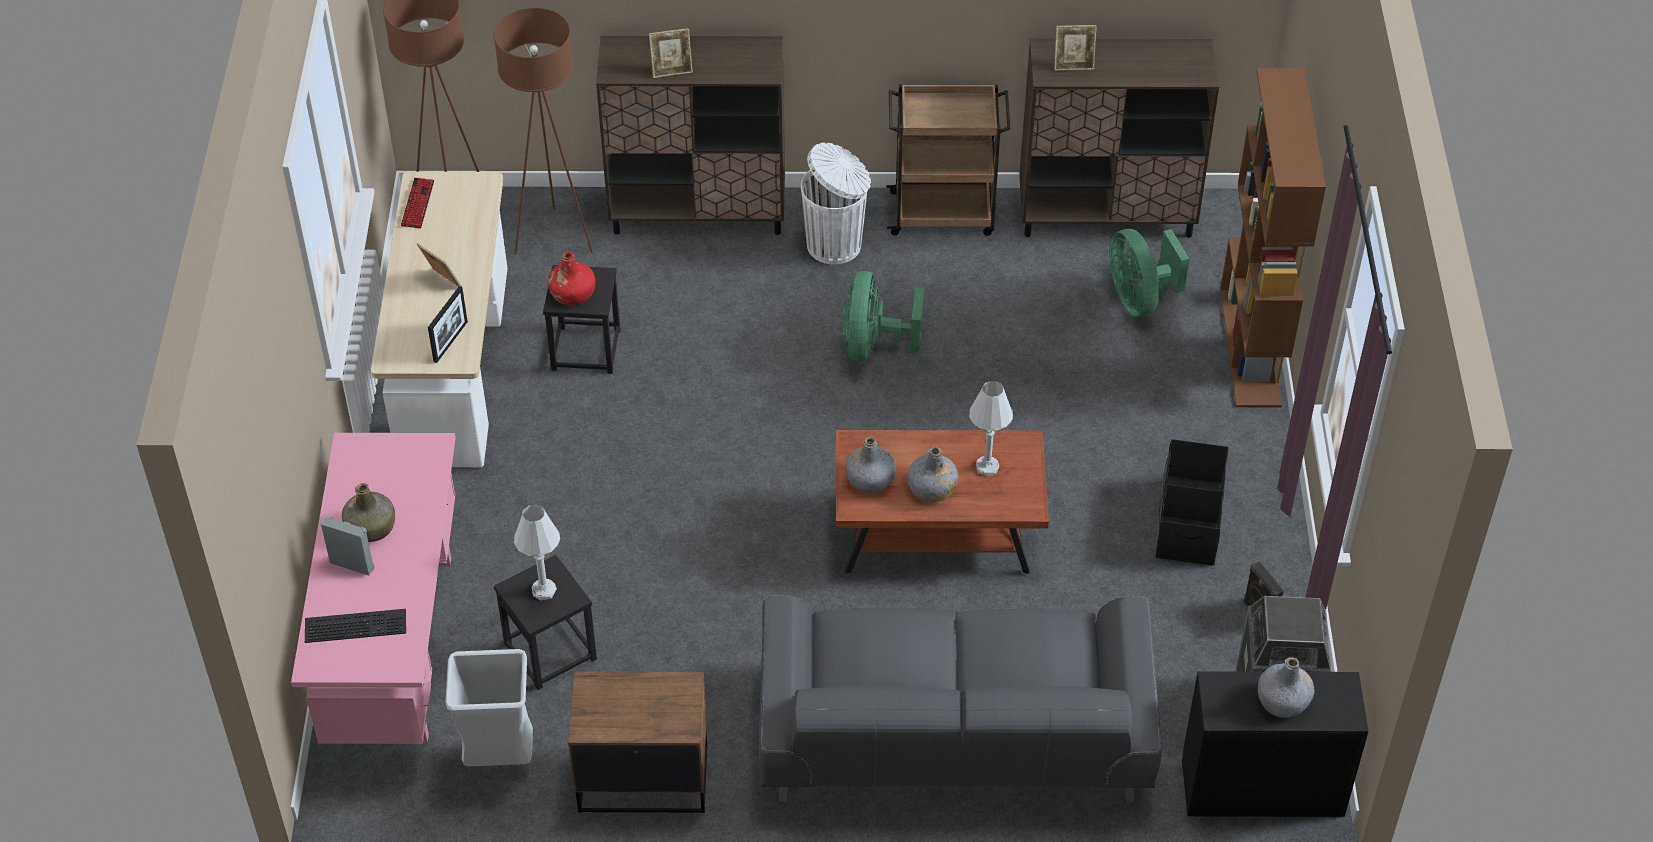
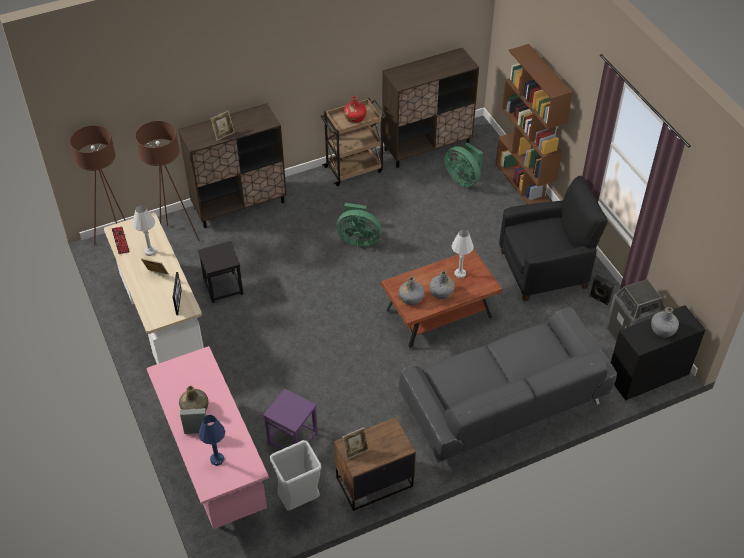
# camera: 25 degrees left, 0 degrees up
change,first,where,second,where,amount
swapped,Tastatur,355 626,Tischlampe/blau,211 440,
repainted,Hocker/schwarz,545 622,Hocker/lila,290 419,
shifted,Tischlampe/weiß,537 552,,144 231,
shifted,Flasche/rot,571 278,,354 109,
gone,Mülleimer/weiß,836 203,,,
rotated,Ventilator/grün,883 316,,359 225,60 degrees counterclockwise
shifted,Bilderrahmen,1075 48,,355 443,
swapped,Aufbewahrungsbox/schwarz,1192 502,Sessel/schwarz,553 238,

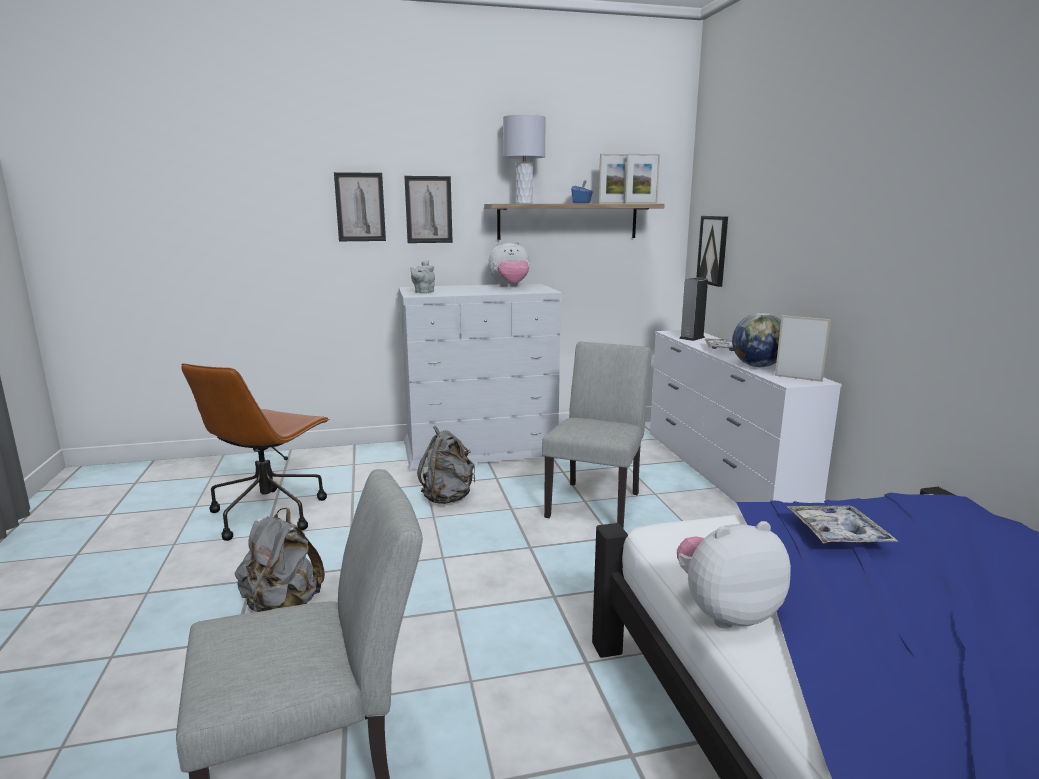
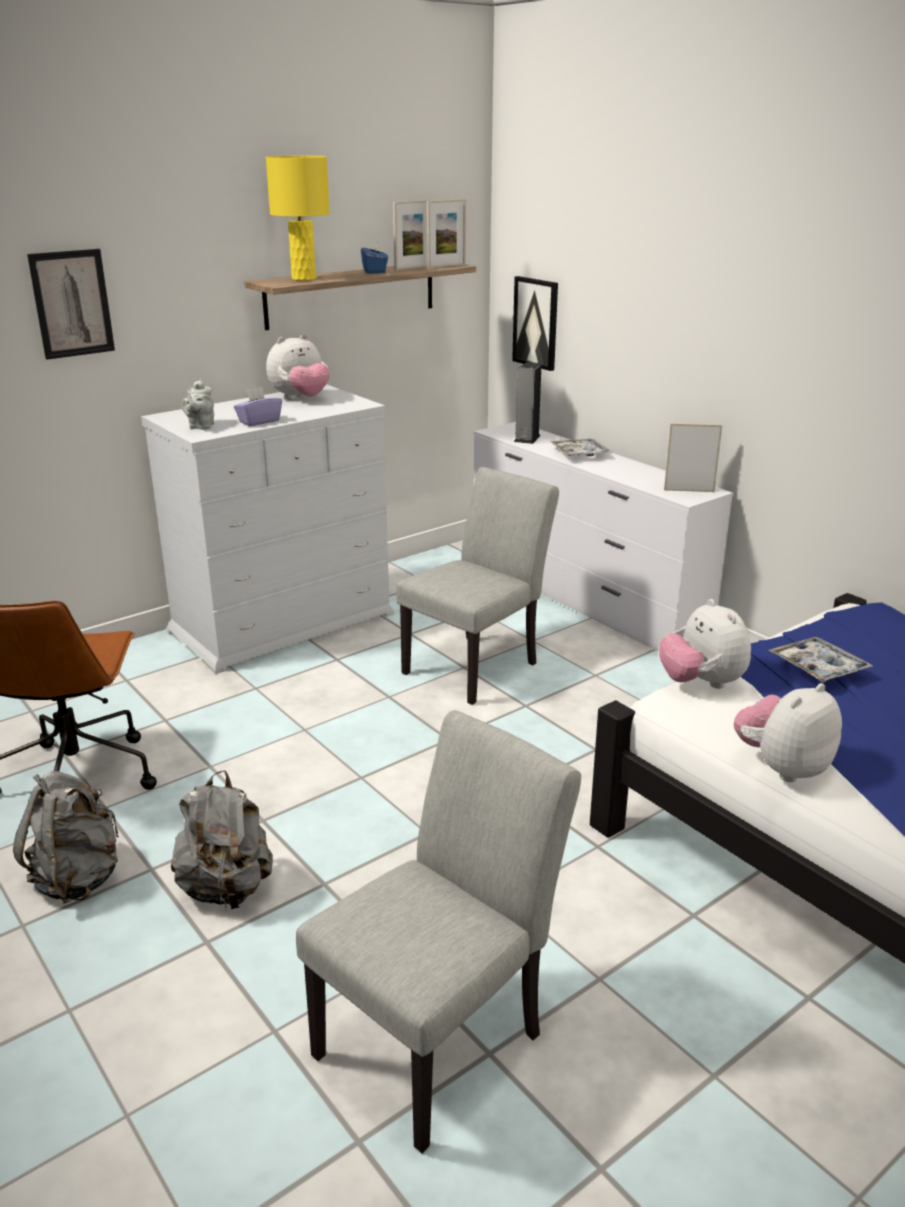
# camera: 25 degrees left, 10 degrees up
change,first,where,second,where,amount
gone,Bild,428 209,,,
shifted,Rucksack/grau,446 465,,66 837,
repainted,Tischlampe/grau,524 158,Tischlampe/gelb,298 218,
rotated,Stuhl/grau,597 435,,477 586,45 degrees clockwise
gone,Globus,756 340,,,
new,,,Taschentuchbox/lila,258 406,
new,,,Plüschtier,705 644,

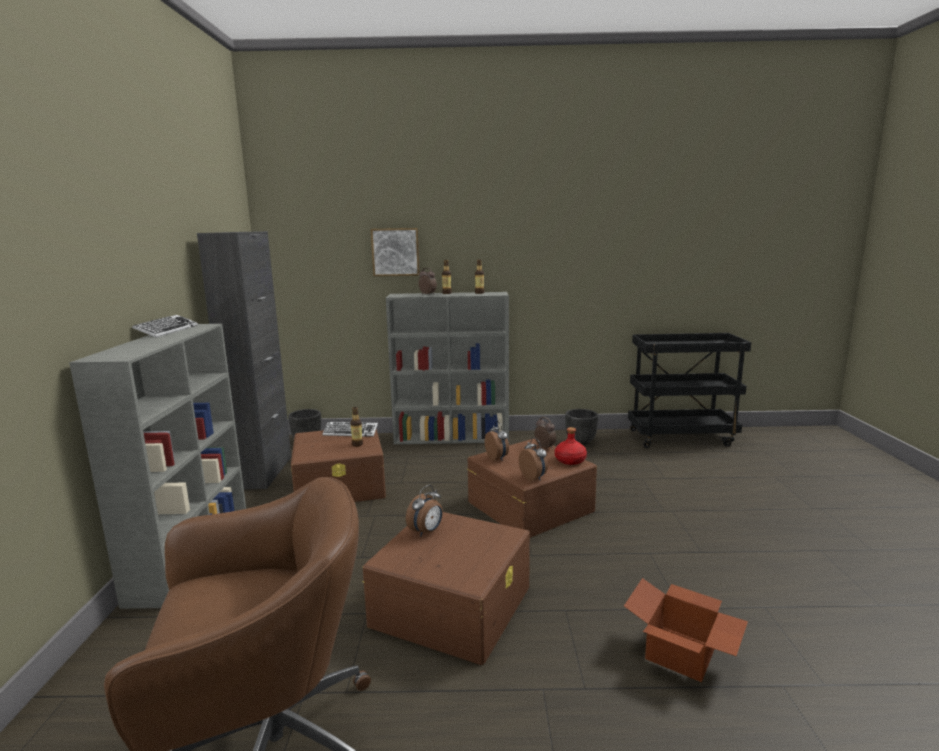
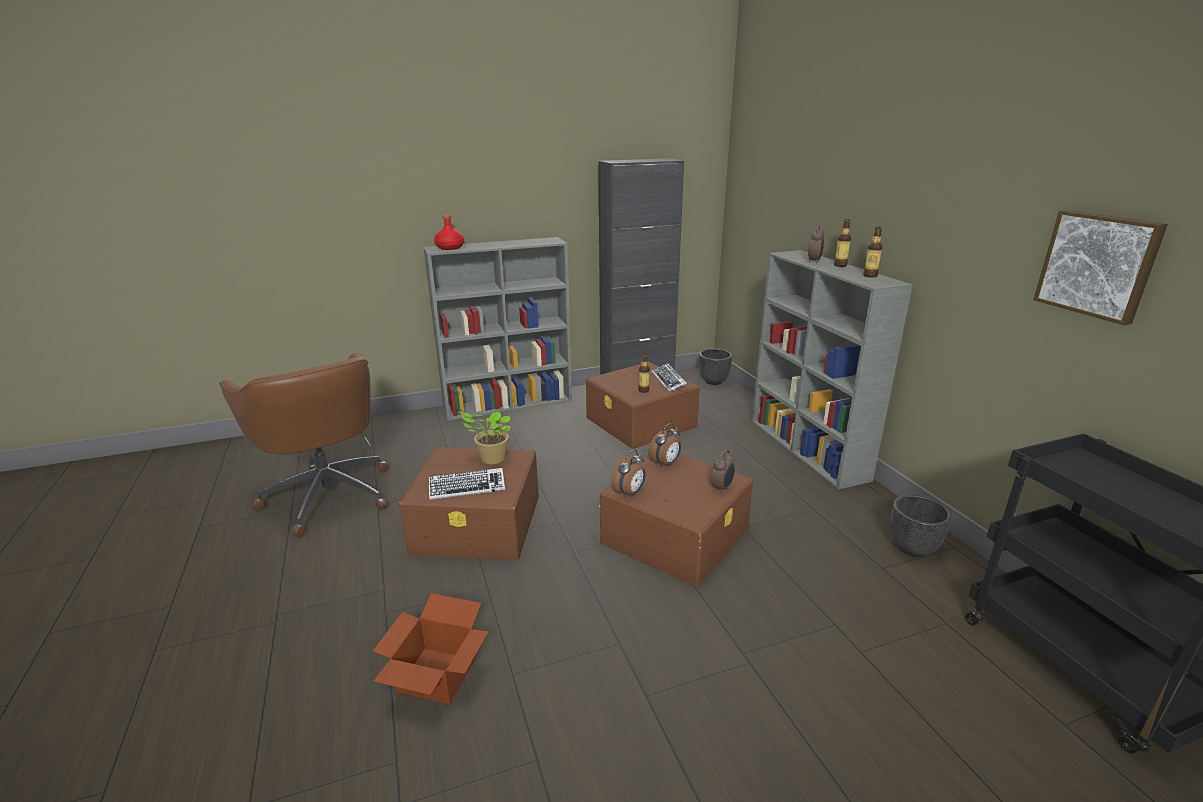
# camera: 70 degrees right, 10 degrees up
change,first,where,second,where,amount
shifted,Tastatur,165 326,,467 484,
shifted,Bild,395 252,,1100 267,
swapped,Wecker,424 511,Topfpflanze,484 437,
shifted,Flasche/rot,571 446,,449 232,

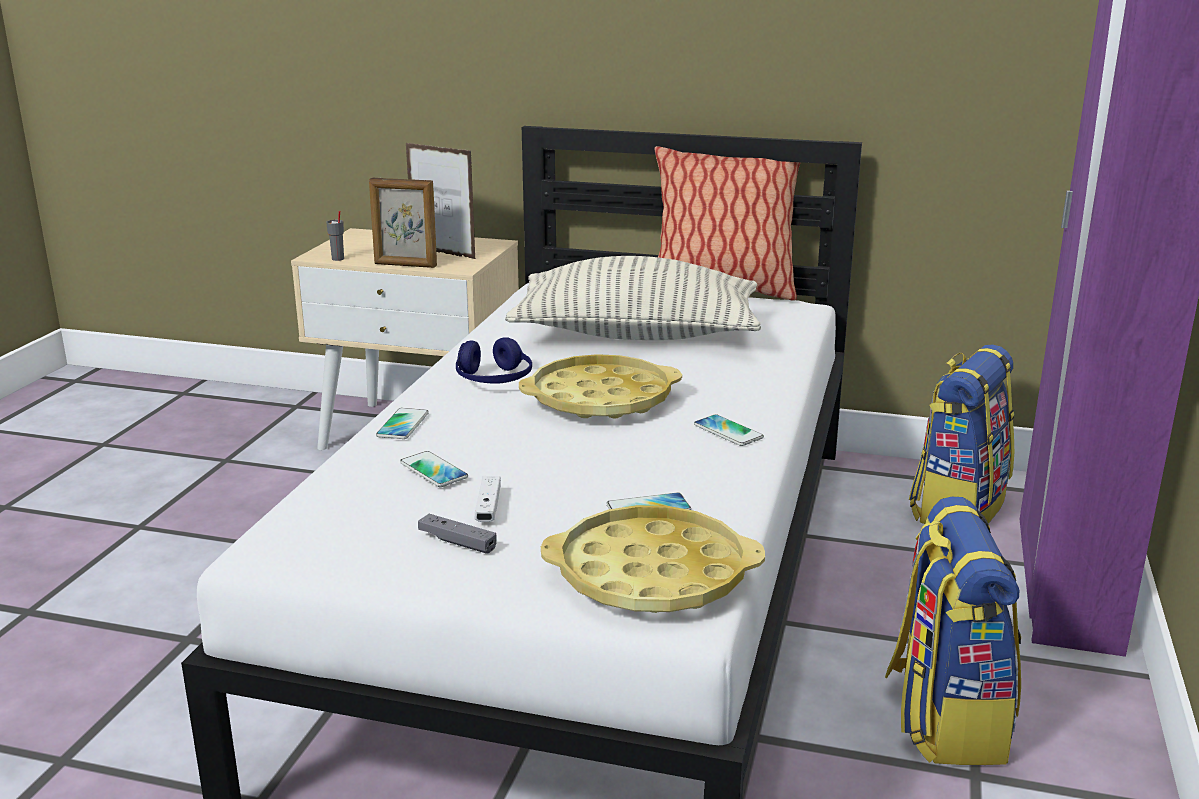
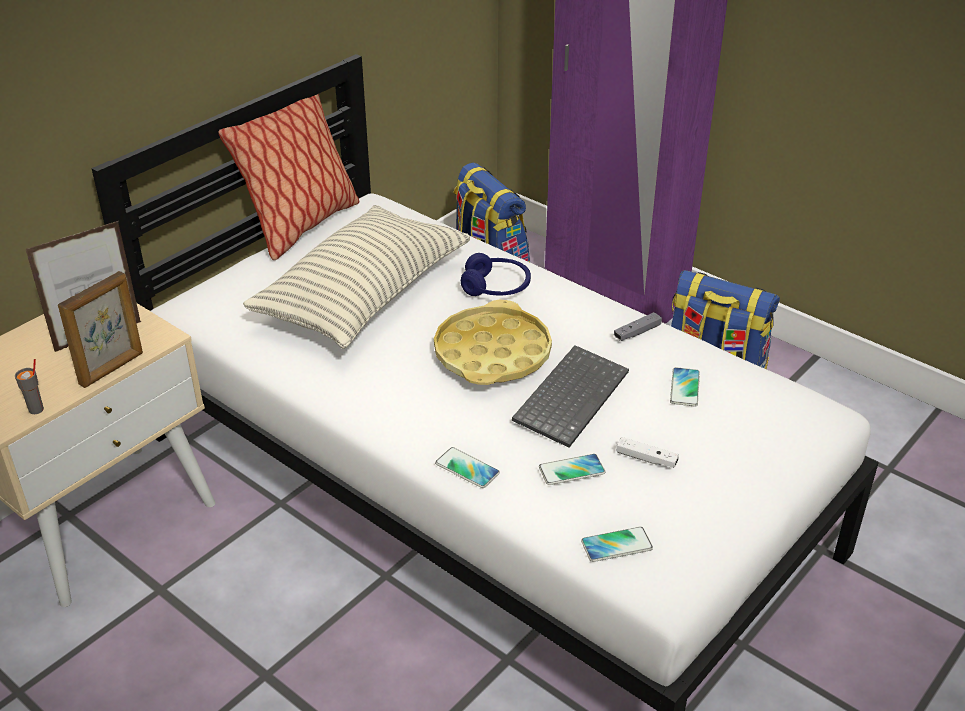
# camera: 65 degrees left, 15 degrees up
change,first,where,second,where,amount
shifted,Gamepad/grau,457 533,,638 326,
shifted,Kopfhörer/blau,494 360,,496 274,
gone,Tablett/gelb,653 559,,,
shifted,Handy,729 430,,617 544,
new,,,Tastatur,570 396,

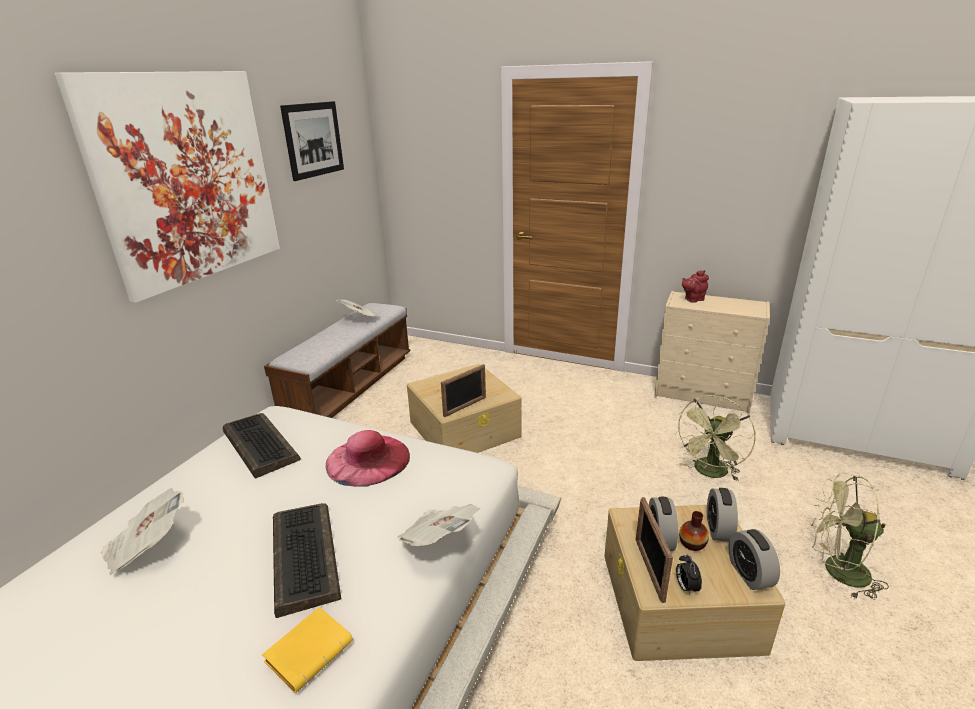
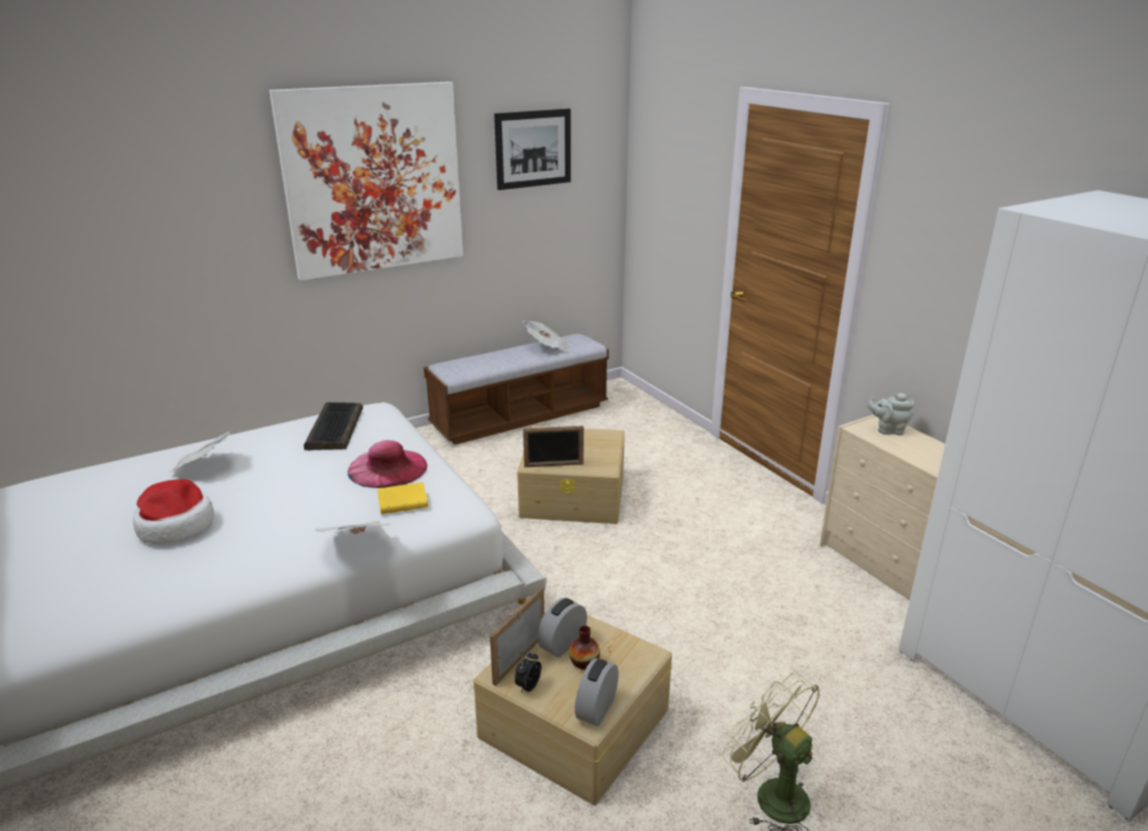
# camera: 35 degrees right, 0 degrees up
change,first,where,second,where,amount
shifted,Buch/gelb,307 650,,402 498,
gone,Tastatur,307 560,,,
gone,Ventilator/grün,715 438,,,
repainted,Teekanne/rot,695 286,Teekanne/grau,890 414,
gone,Wecker,722 515,,,
new,,,Hut,173 511,

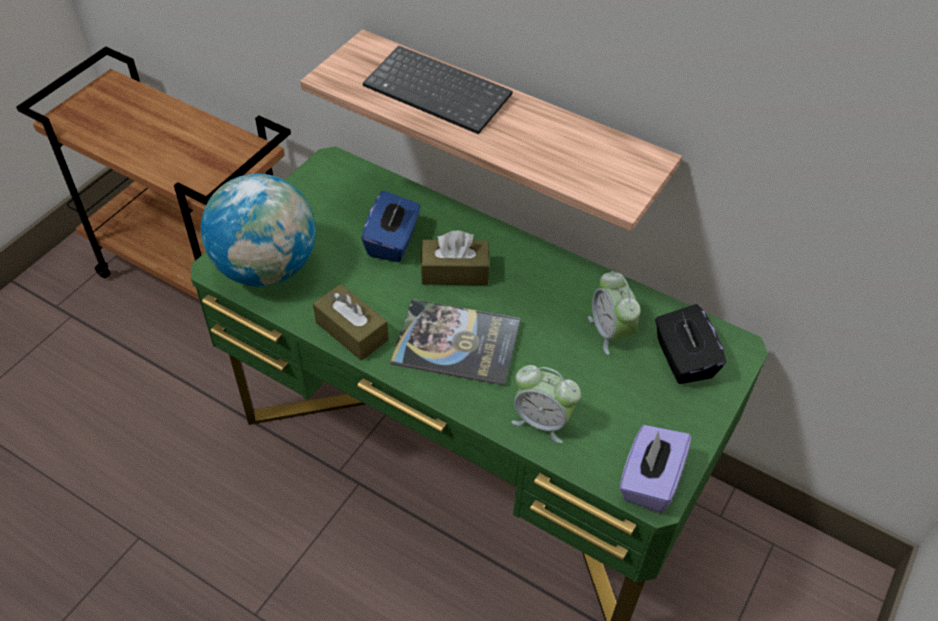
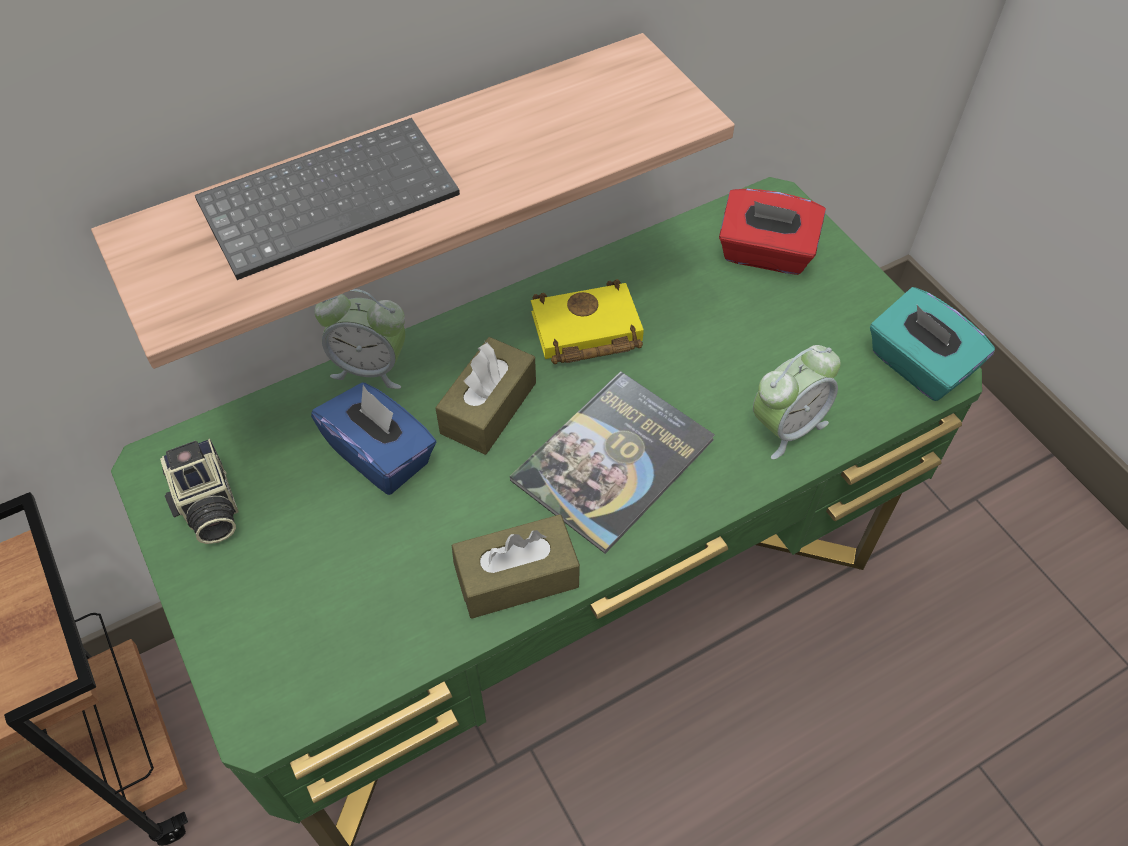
# camera: 60 degrees left, 5 degrees up
change,first,where,second,where,amount
gone,Globus,258 230,,,
shifted,Wecker,614 313,,359 339,
repainted,Taschentuchbox/lila,655 469,Taschentuchbox/türkis,932 344,
repainted,Taschentuchbox/schwarz,690 344,Taschentuchbox/rot,772 232,
new,,,Kamera,199 491,
new,,,Buch/gelb,587 321,

